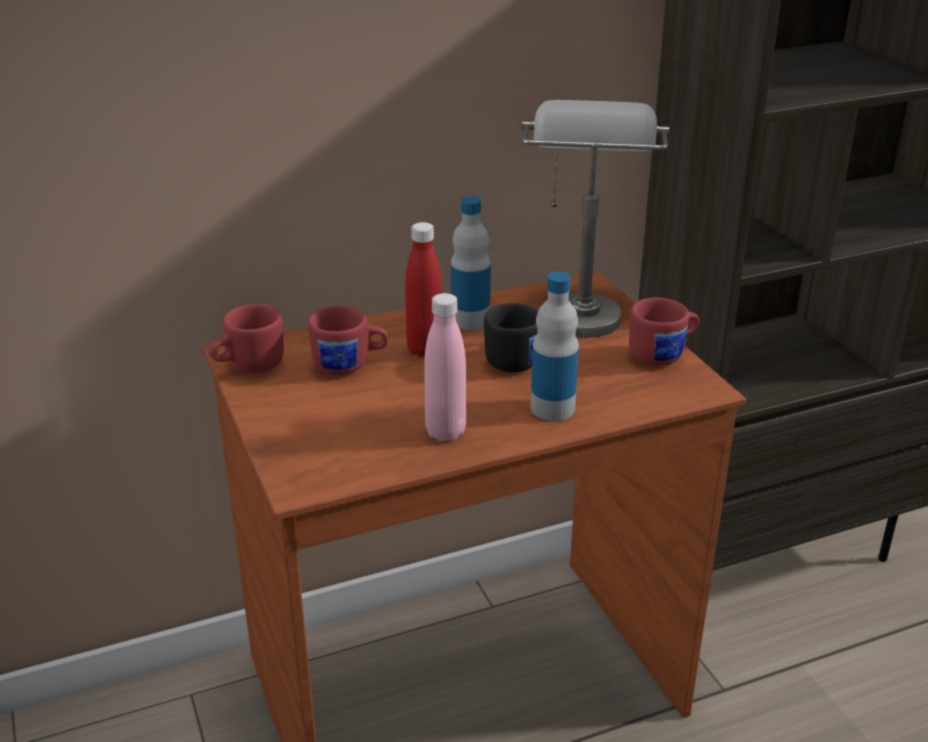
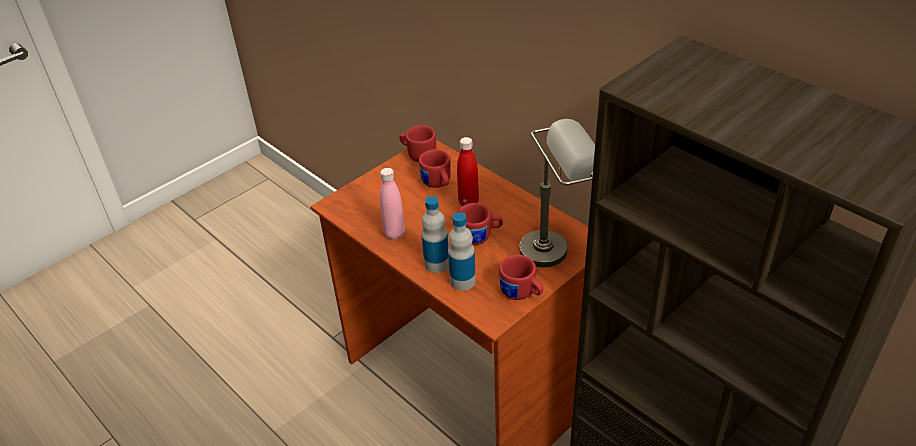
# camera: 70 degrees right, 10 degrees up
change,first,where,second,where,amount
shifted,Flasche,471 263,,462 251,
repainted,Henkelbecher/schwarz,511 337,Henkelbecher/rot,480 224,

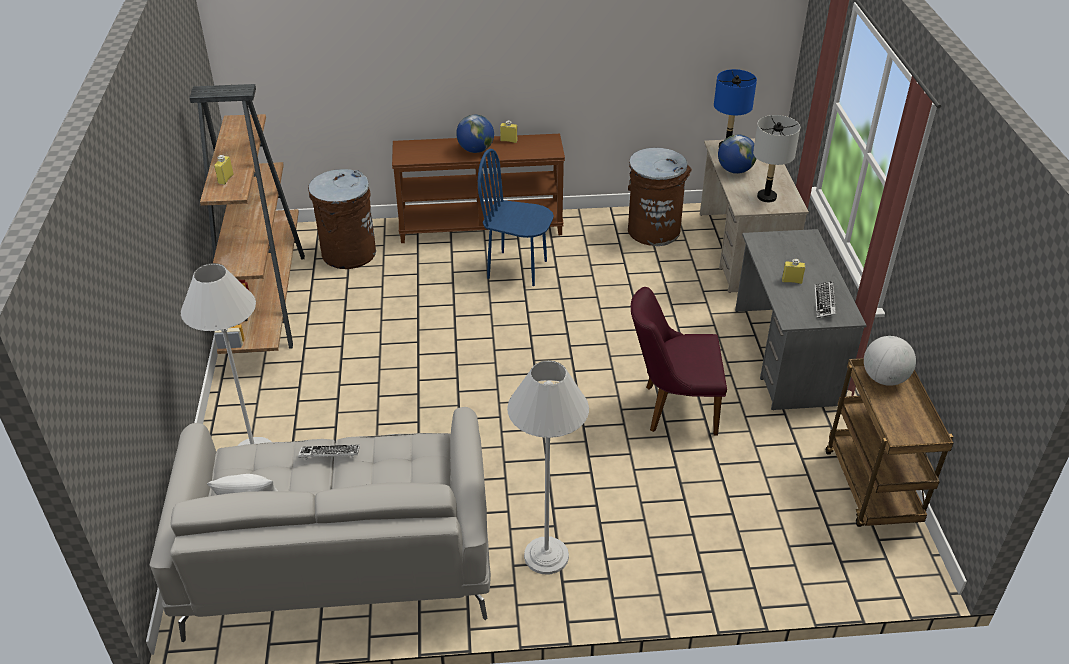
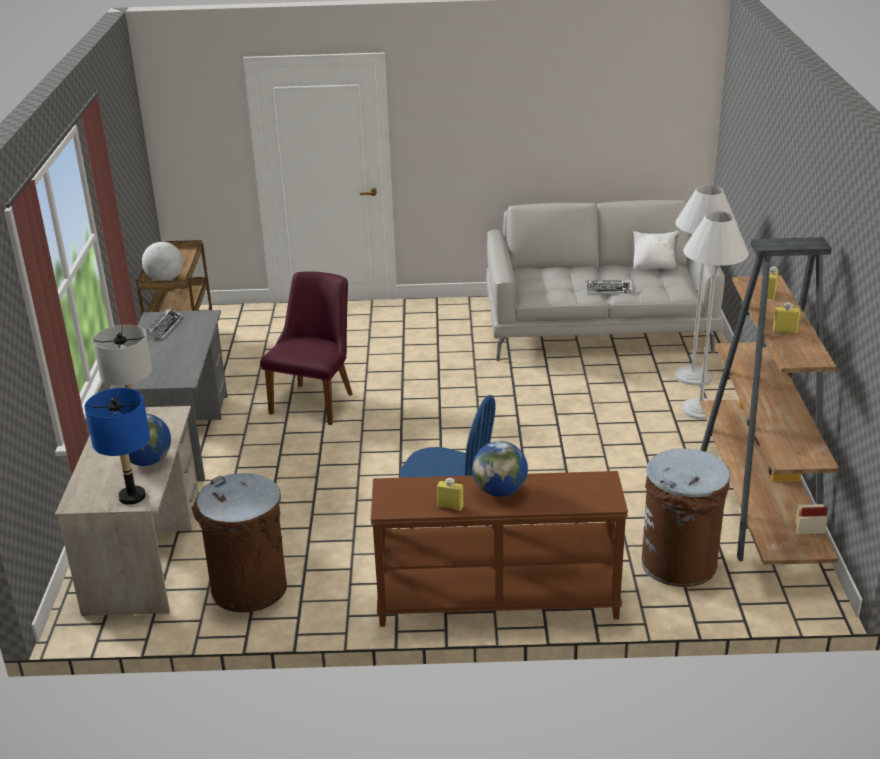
# camera: 175 degrees left, 10 degrees down
change,first,where,second,where,amount
shifted,Stehlampe/weiß,548 467,,715 315,
rotated,Stuhl/lila,679 361,,306 348,75 degrees counterclockwise
shifted,Flasche/gelb,793 271,,786 318,

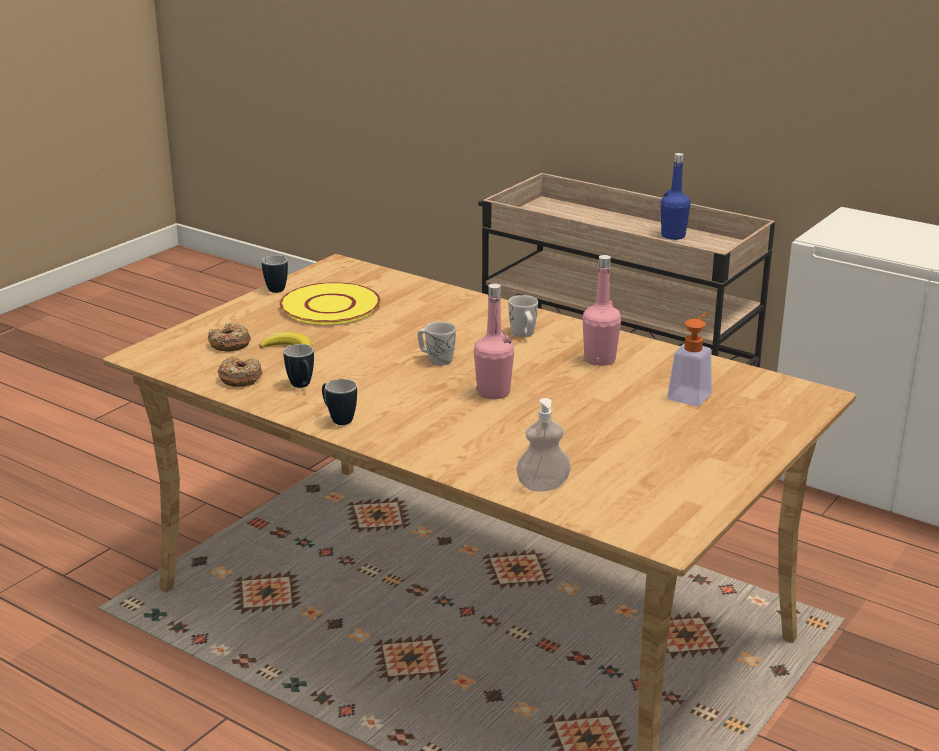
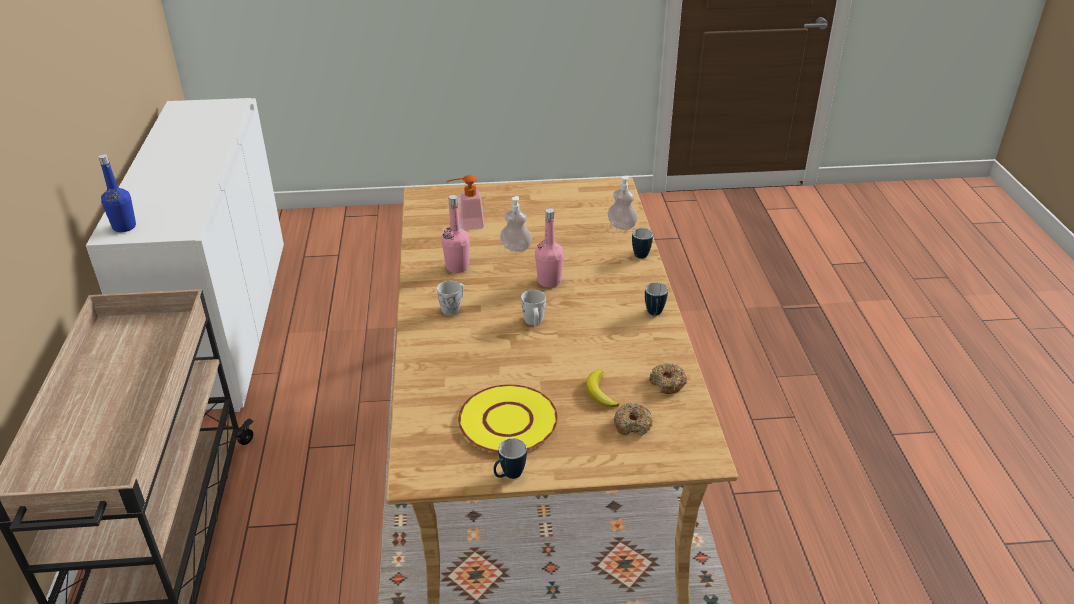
# camera: 130 degrees left, 10 degrees up
change,first,where,second,where,amount
shifted,Henkelbecher,298 366,,642 243,
shifted,Flasche/blau,675 196,,117 193,
new,,,Seifenspender,516 224,

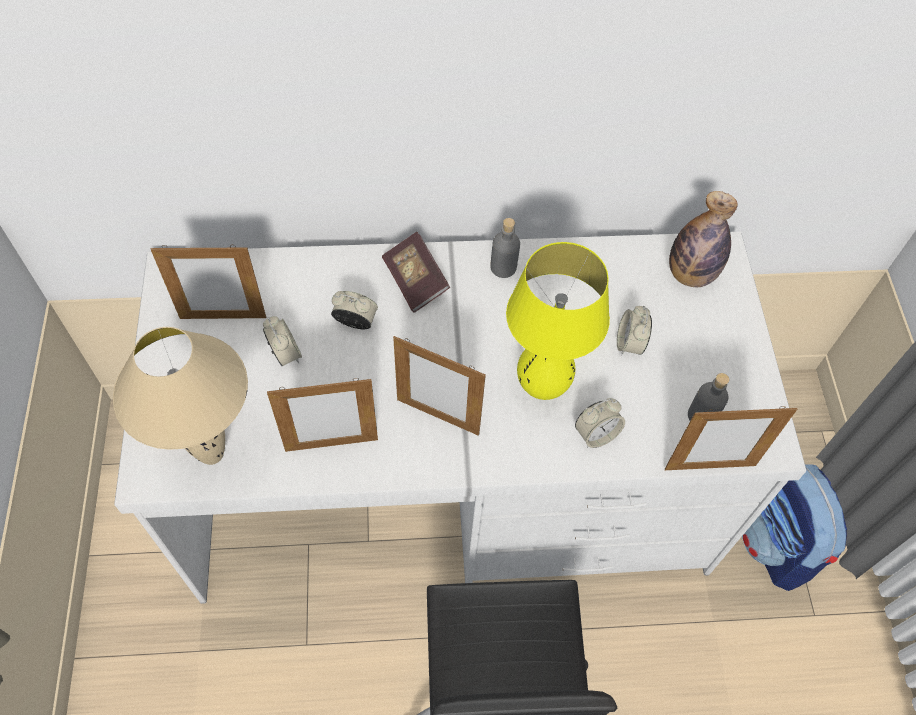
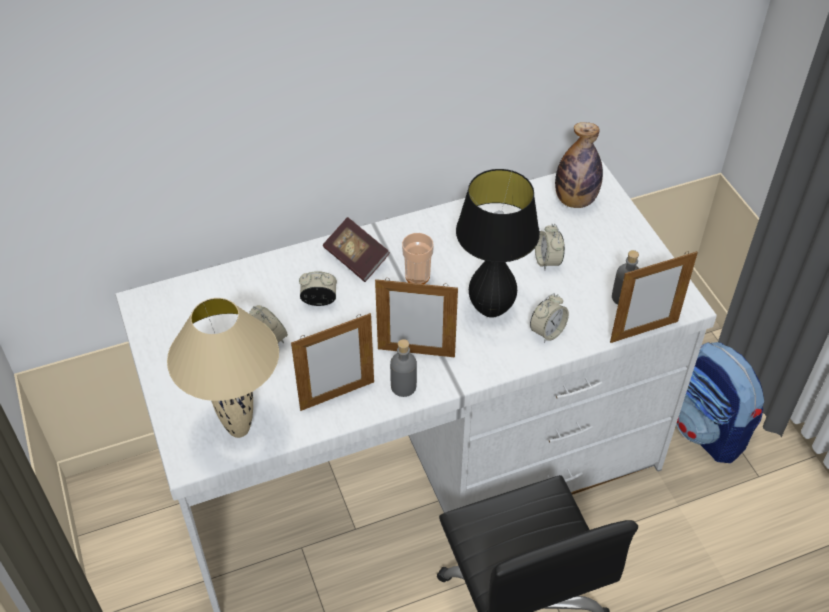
# camera: 15 degrees left, 10 degrees down
change,first,where,second,where,amount
gone,Bilderrahmen,208 282,,,
shifted,Flasche/grau,505 248,,403 368,
repainted,Tischlampe/gelb,558 321,Tischlampe/schwarz,498 243,
new,,,Tasse,418 258,

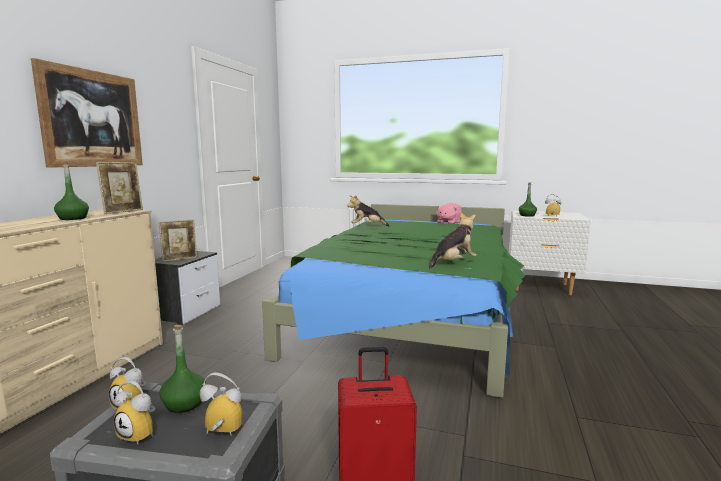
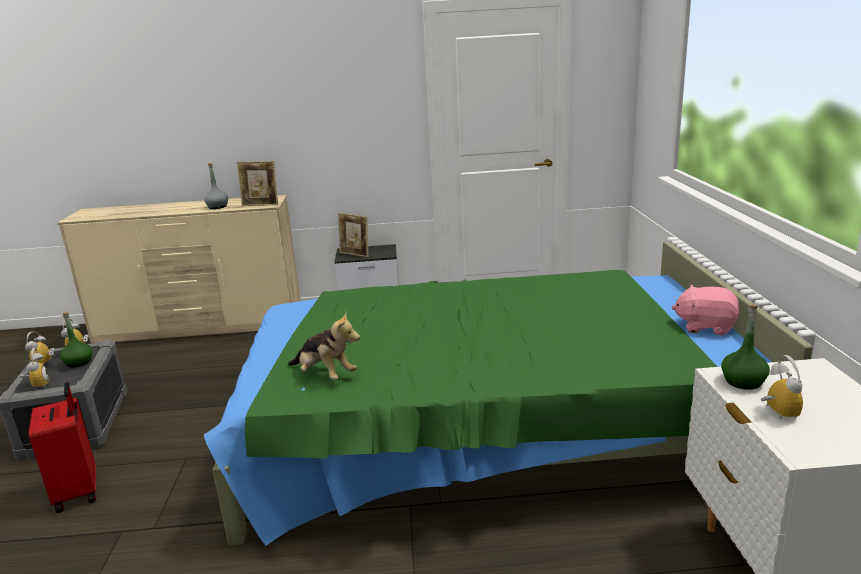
# camera: 70 degrees right, 10 degrees up
change,first,where,second,where,amount
gone,Bild,87 113,,,
repainted,Flasche/grün,71 191,Flasche/grau,216 186,
gone,Plüschtier,368 210,,,

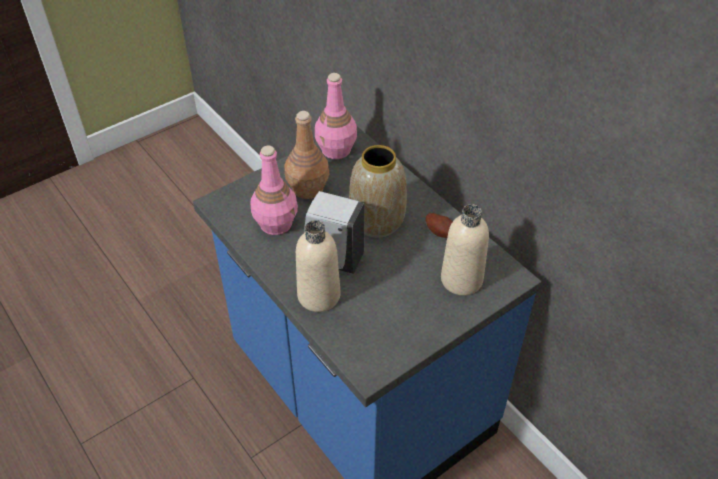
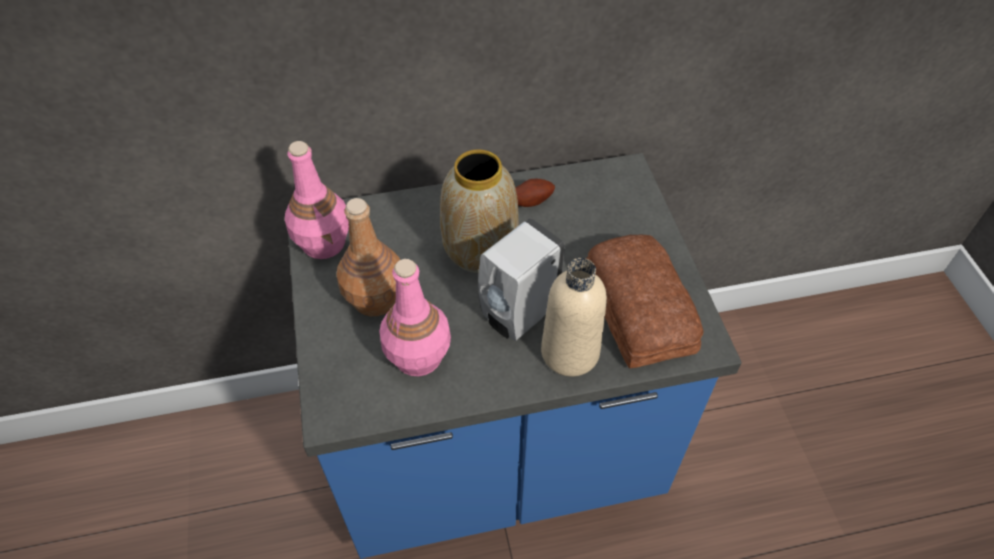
# camera: 65 degrees left, 5 degrees up
change,first,where,second,where,amount
gone,Flasche/beige,465 250,,,
new,,,Brot,644 301,

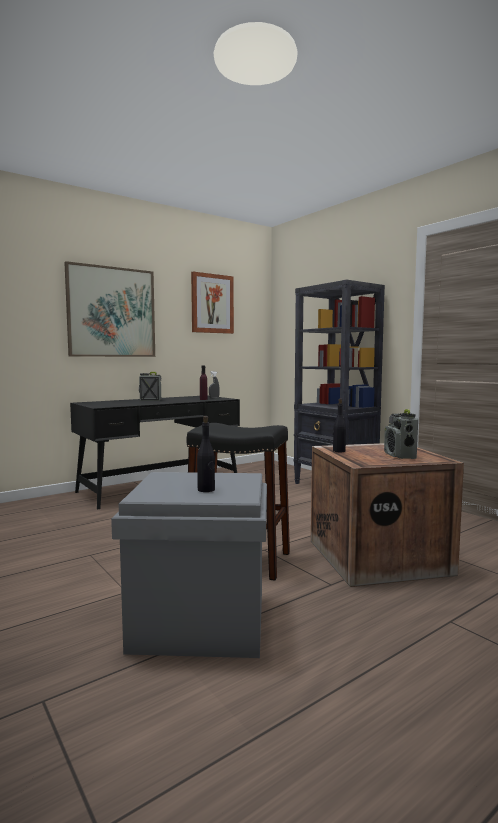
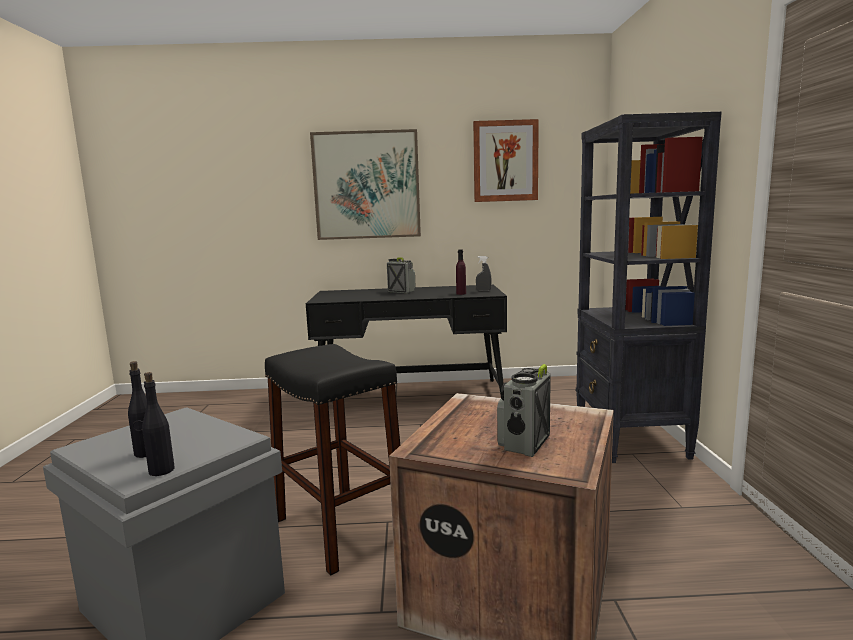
# camera: 35 degrees right, 5 degrees up
change,first,where,second,where,amount
shifted,Flasche/schwarz,339 425,,158 424,

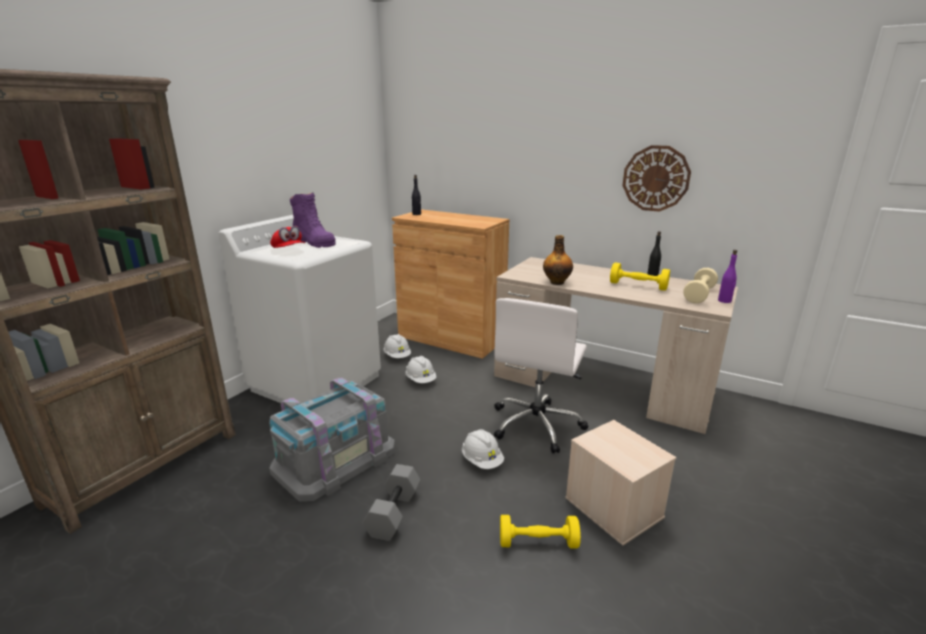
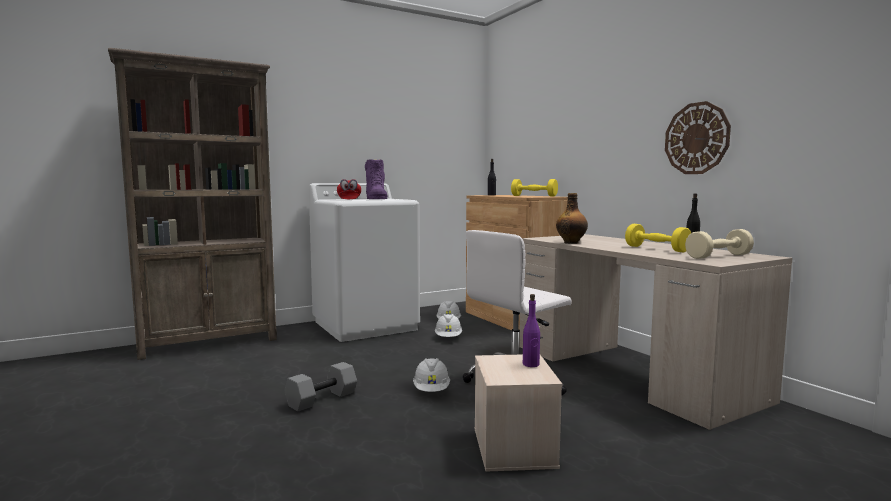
# camera: 30 degrees right, 15 degrees down
change,first,where,second,where,amount
gone,Aufbewahrungsbox/grau,332 439,,,
shifted,Hantel/gelb,540 532,,534 188,
shifted,Flasche/lila,727 276,,531 330,

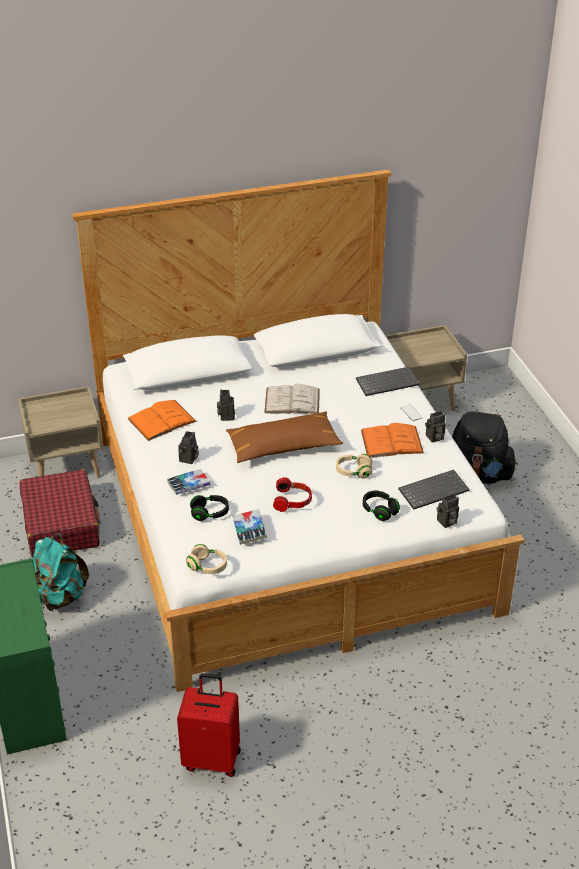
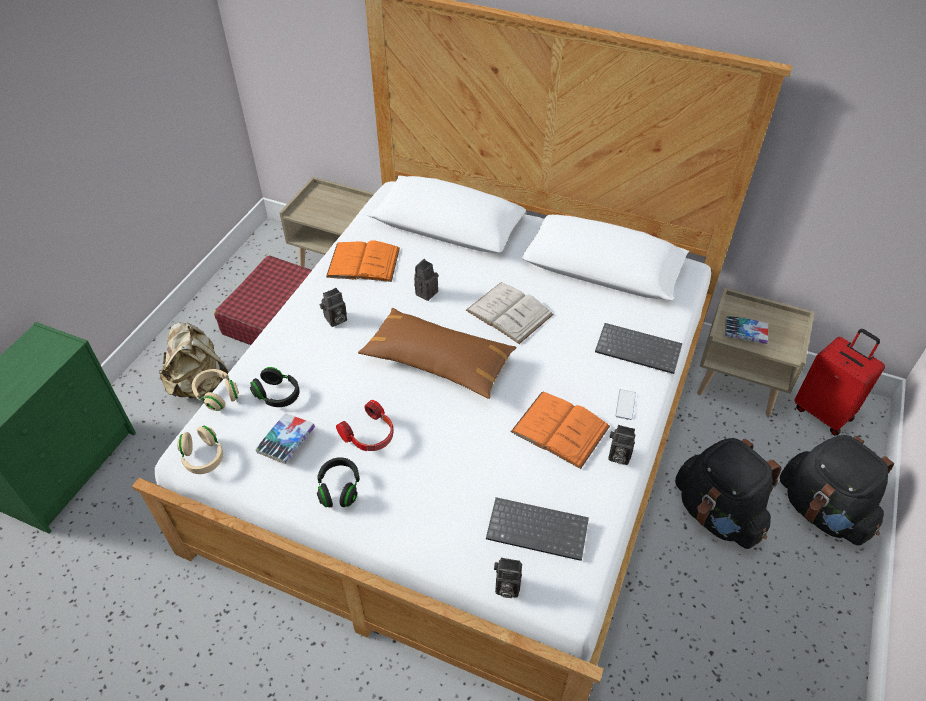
# camera: 40 degrees right, 10 degrees up
change,first,where,second,where,amount
repainted,Rucksack/türkis,61 572,Rucksack/beige,193 360,
shifted,Buch,189 482,,746 330,
shifted,Koffer/rot,209 725,,839 382,
shifted,Kopfhörer/beige,354 466,,215 390,
shifted,Kopfhörer/schwarz,381 506,,338 482,
new,,,Rucksack/schwarz,837 490,

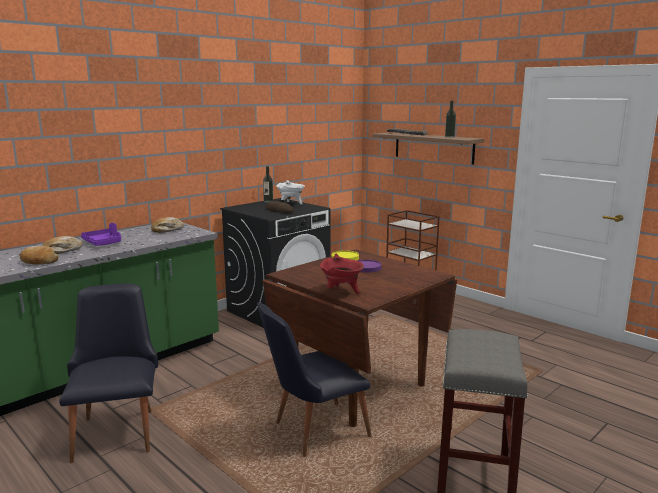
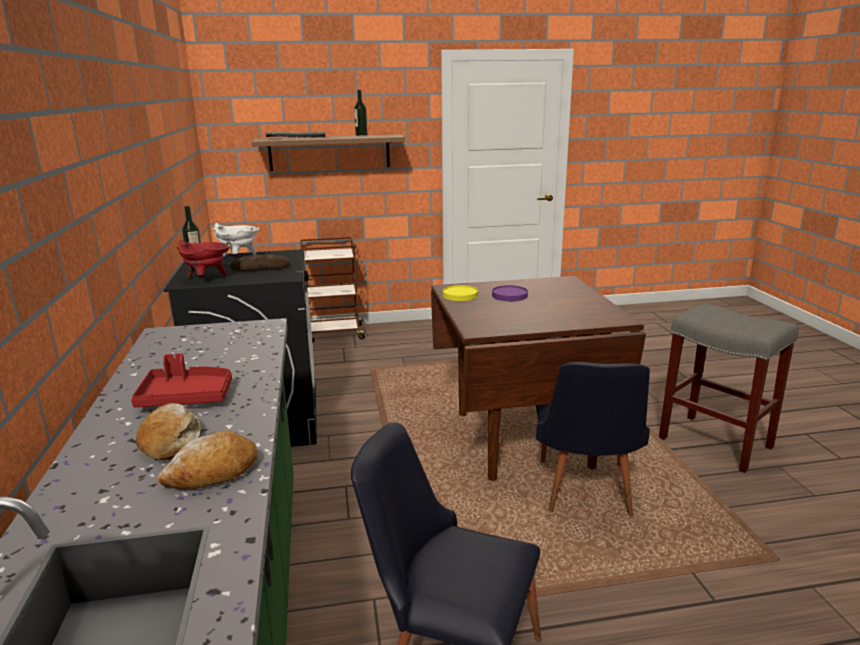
# camera: 55 degrees left, 5 degrees up
change,first,where,second,where,amount
repainted,Tablett/lila,101 234,Tablett/rot,181 380,
gone,Brot,167 225,,,
shifted,Kochtopf/rot,341 273,,202 259,

